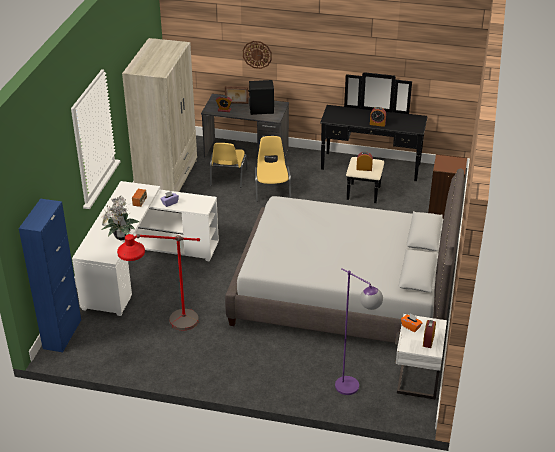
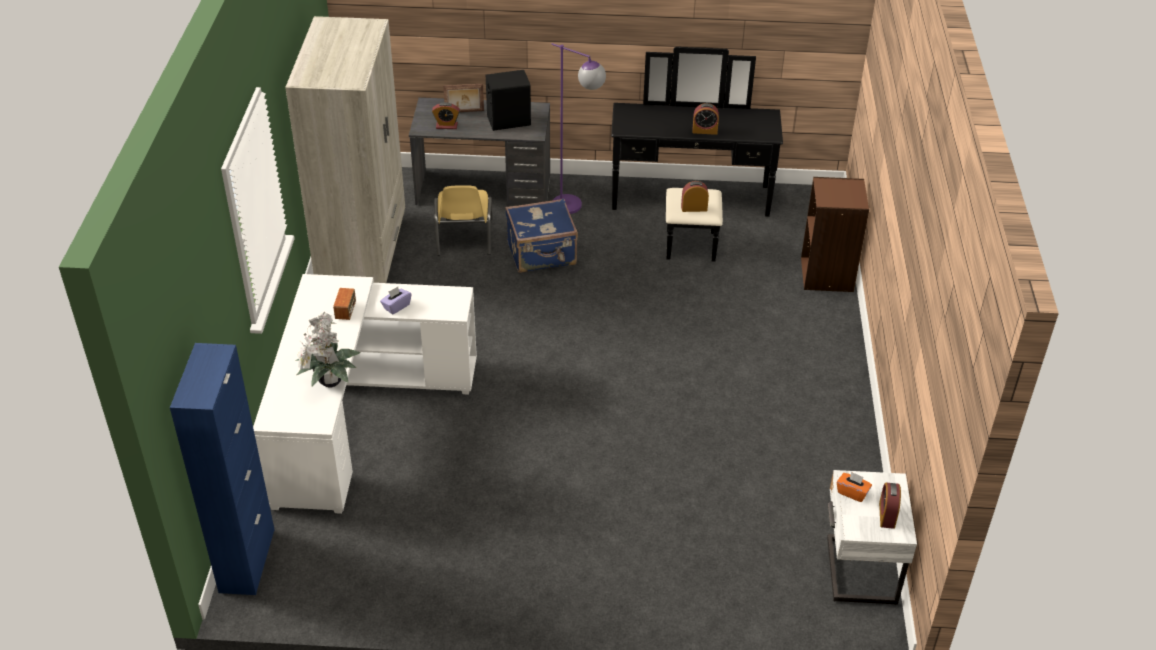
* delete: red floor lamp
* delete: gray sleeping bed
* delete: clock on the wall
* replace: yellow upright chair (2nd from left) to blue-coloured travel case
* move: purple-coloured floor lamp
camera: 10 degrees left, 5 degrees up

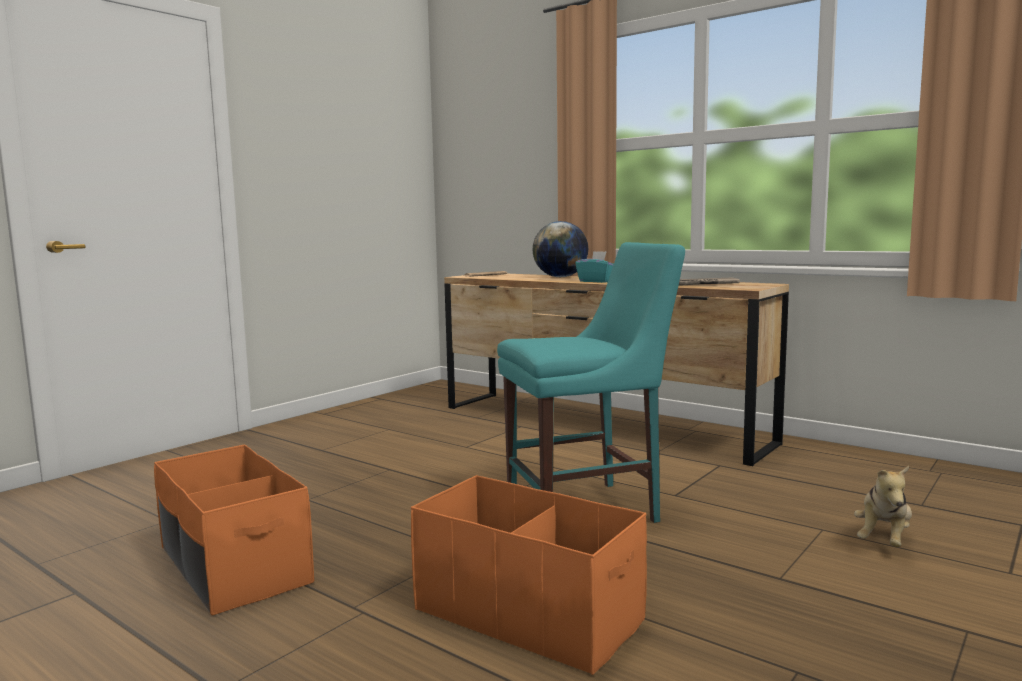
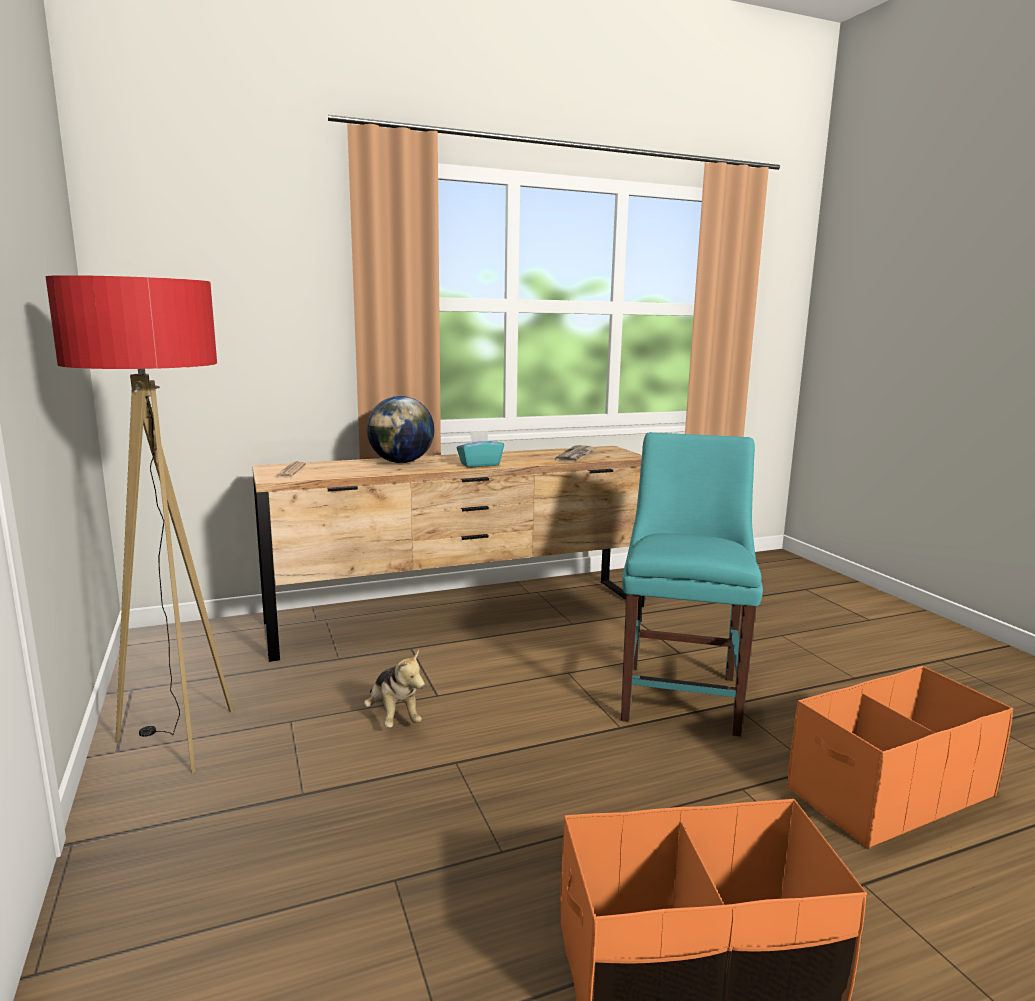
* move: cuddly toy
* insert: floor lamp
camera: 60 degrees left, 5 degrees up

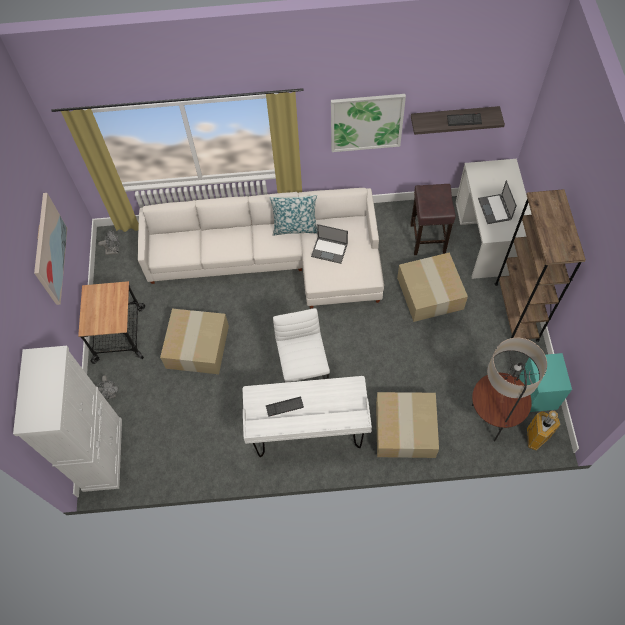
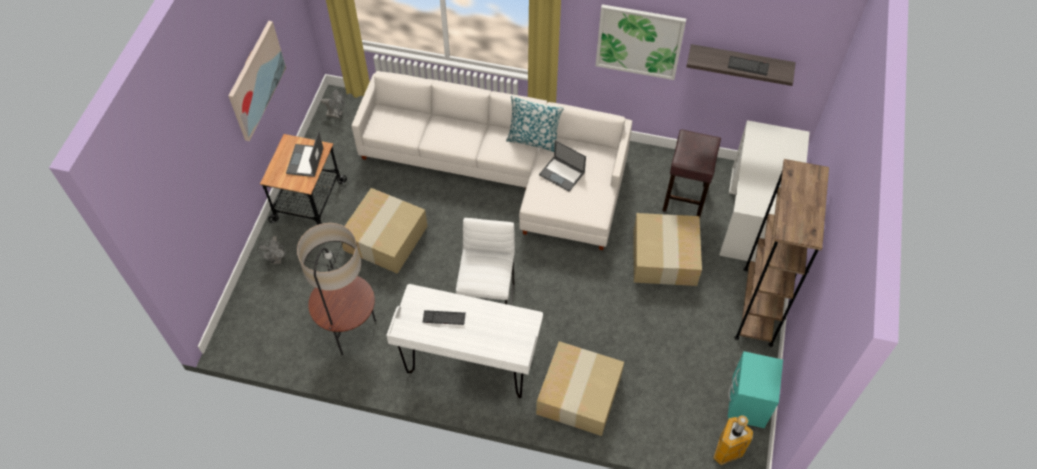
* delete: whitish cabinet
* move: floor lamp
* move: portable computer (2nd from left in the first image) to portable computer (1st from left)
camera: 15 degrees right, 5 degrees down

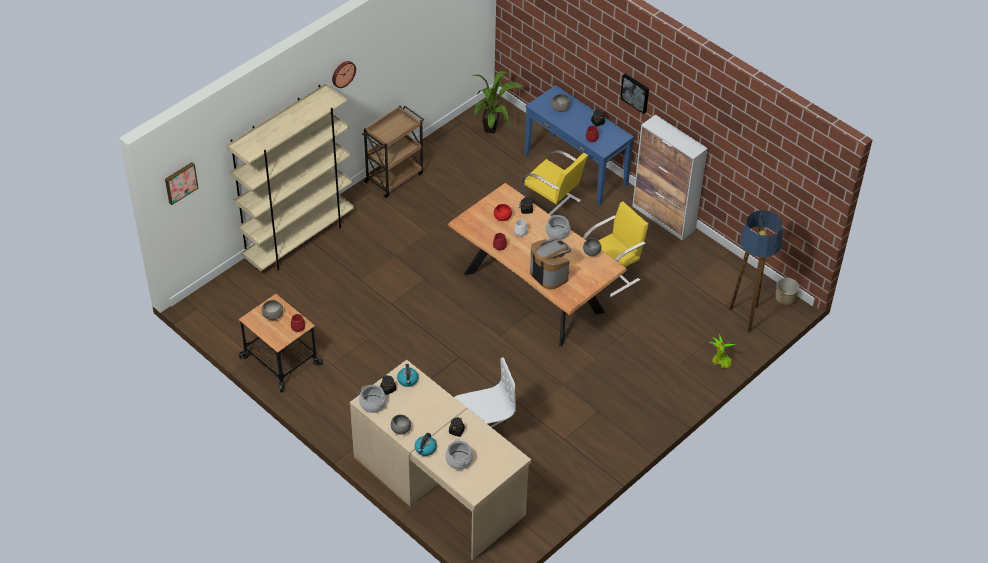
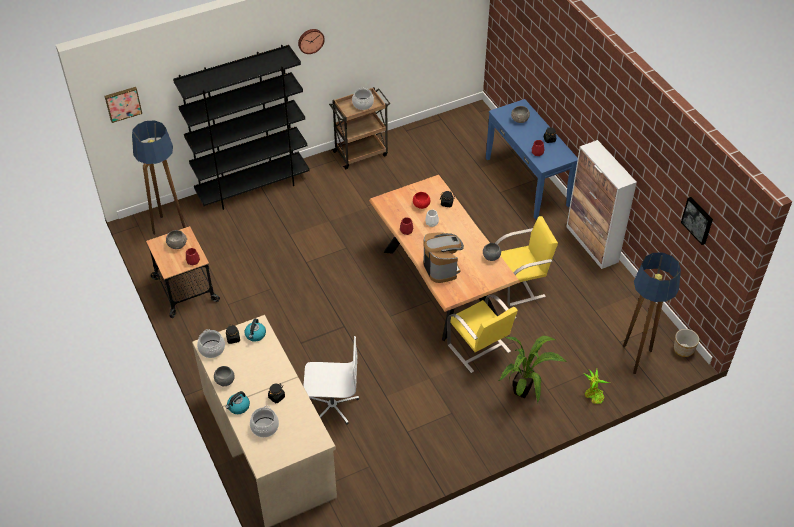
* recolor: sand-coloured bookshelf to blackish bookshelf
* move: plant in a pot (1st from left)
* move: yellow upright chair (1st from left)
* move: cooking pot (3rd from left)
* move: wall art (2nd from left)
* insert: floor lamp (1st from left)
camera: 20 degrees right, 0 degrees up

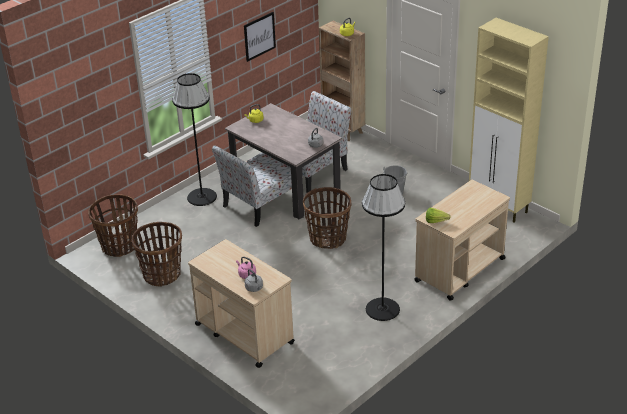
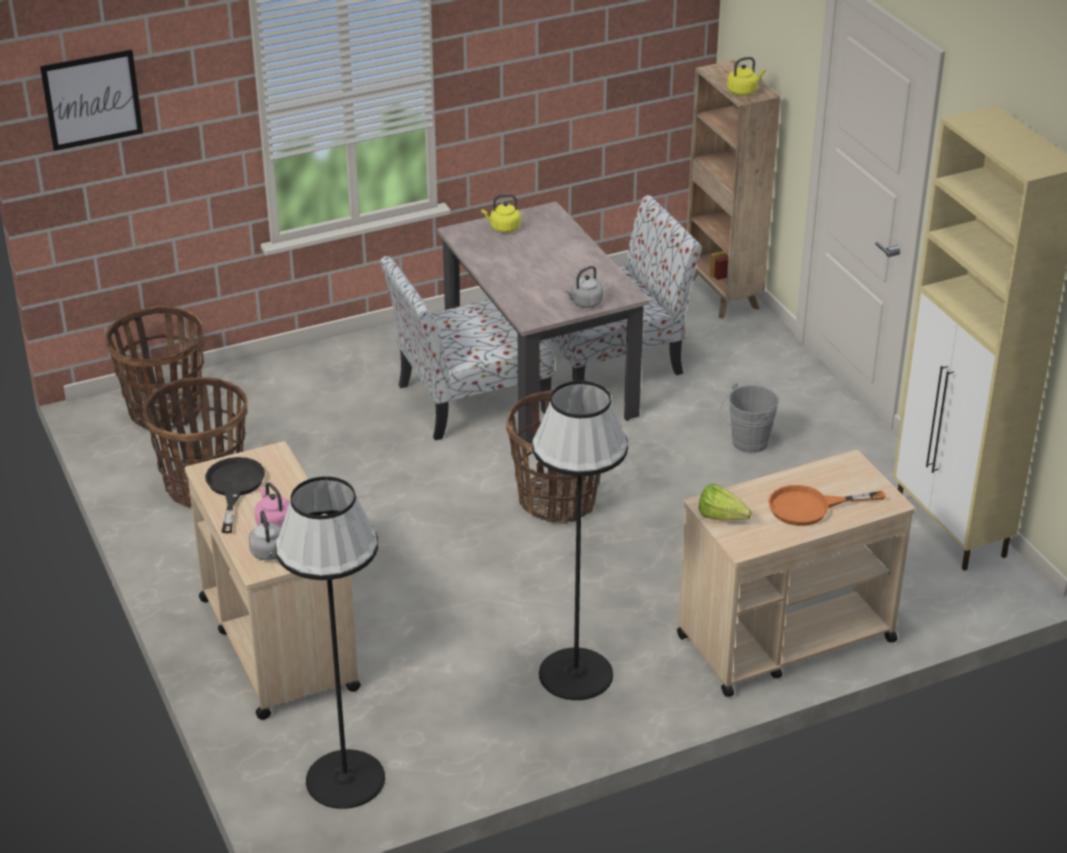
* move: blackish floor lamp (1st from left)
* move: wall art
* insert: blackish skillet
* insert: orange-coloured skillet
camera: 20 degrees right, 0 degrees up

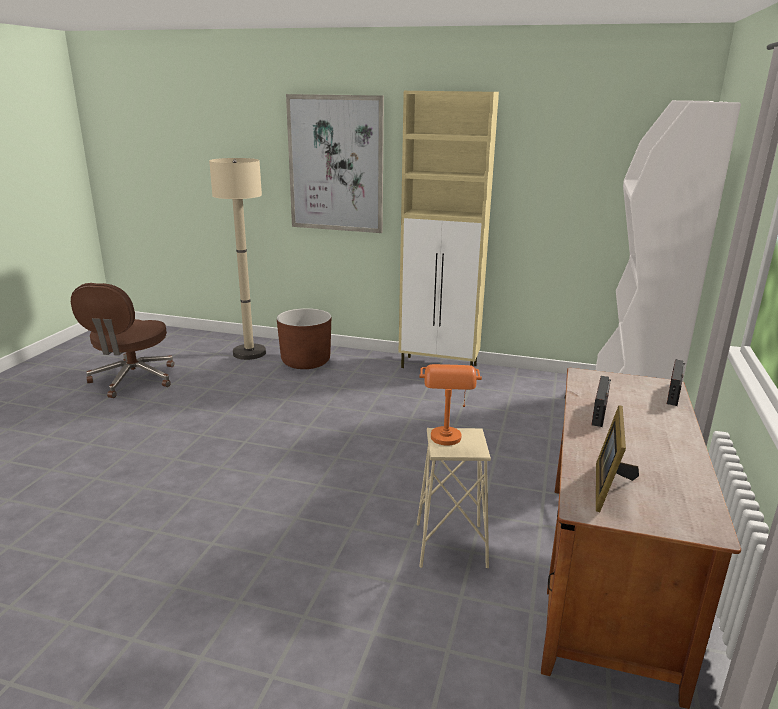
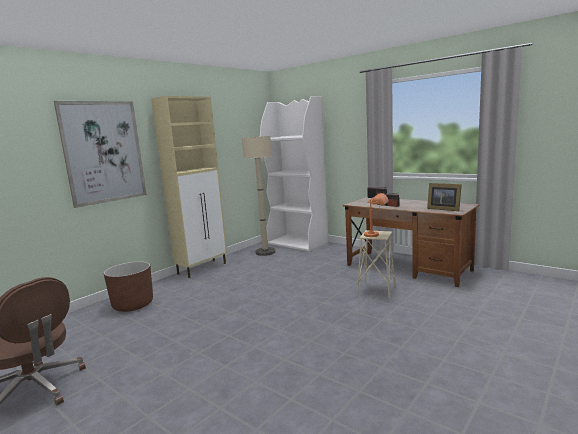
* move: sand-coloured floor lamp
camera: 65 degrees left, 10 degrees down

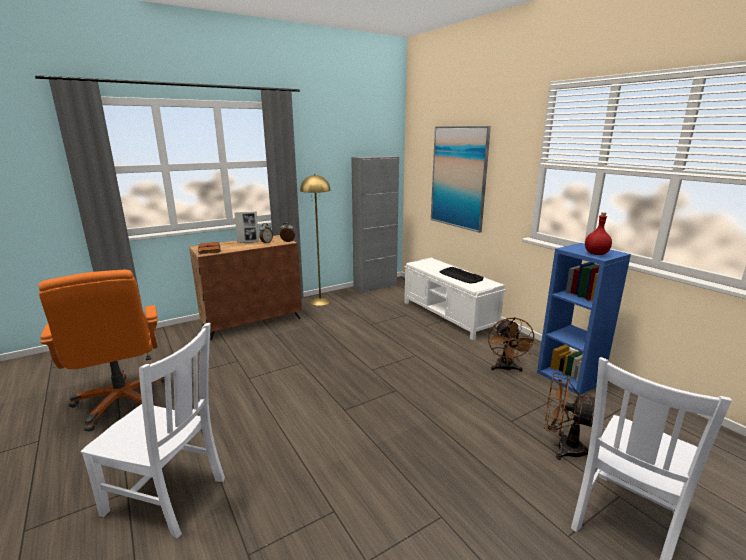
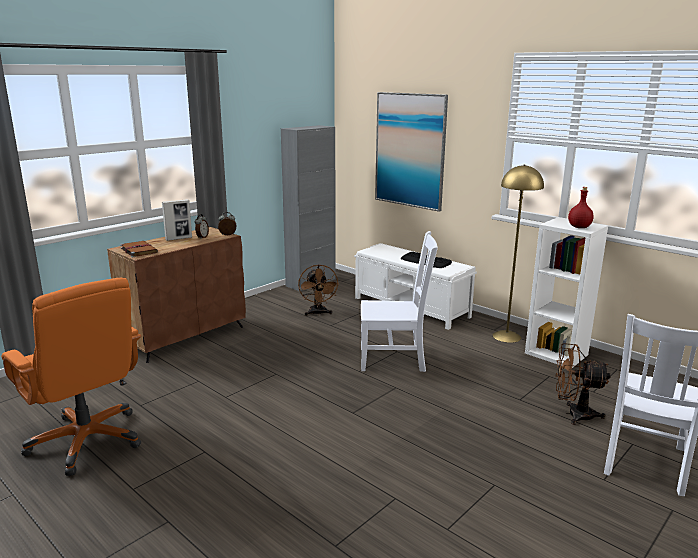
* move: whitish upright chair (1st from left)
* move: yellow floor lamp
* move: brownish cooling fan (1st from left)
* recolor: blue-coloured bookshelf to whitish bookshelf
camera: 15 degrees left, 0 degrees up

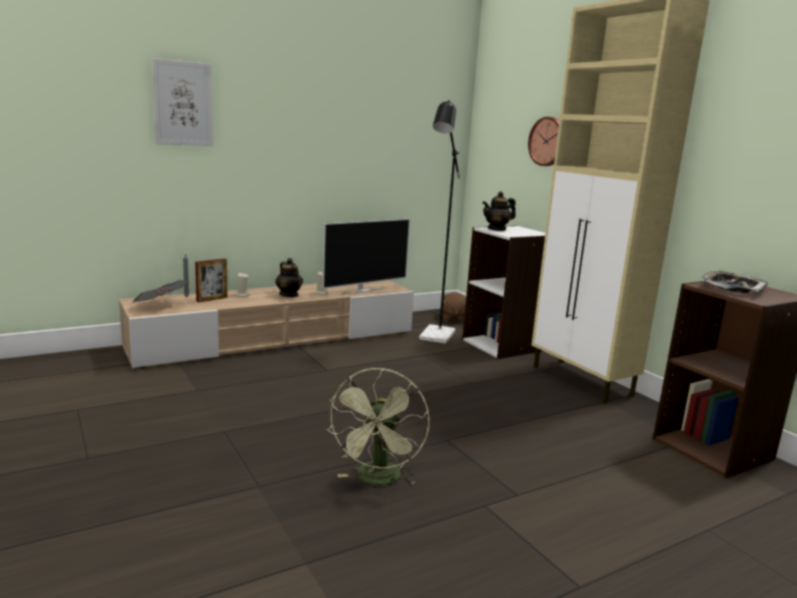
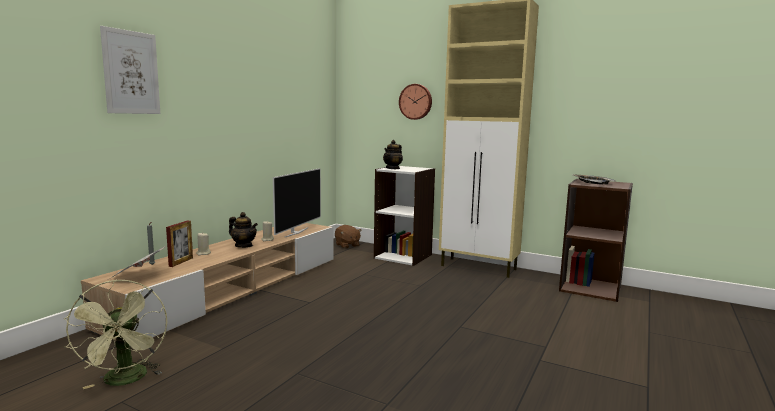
* move: greenish cooling fan
* delete: blackish floor lamp
camera: 30 degrees left, 5 degrees down

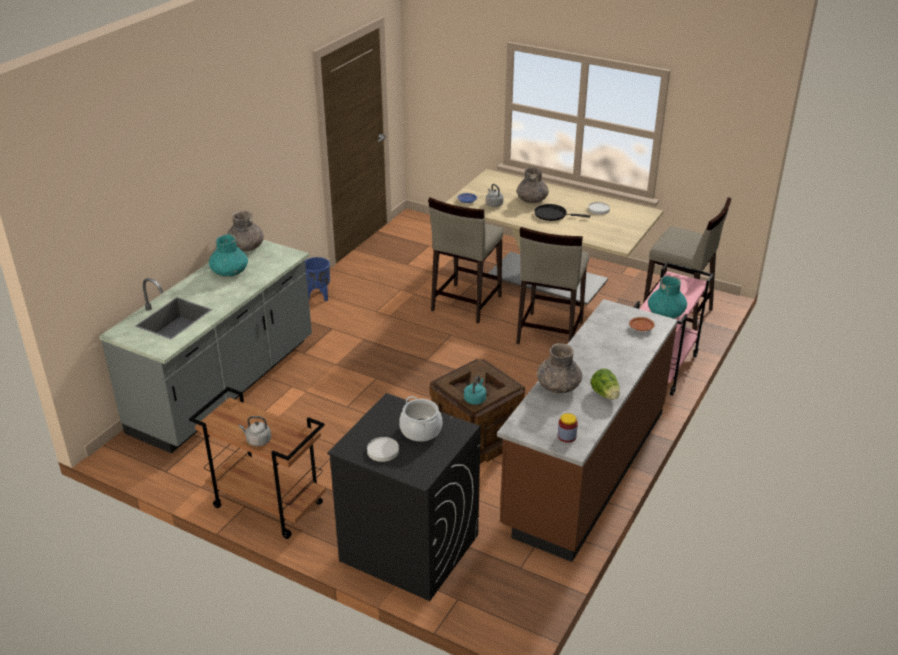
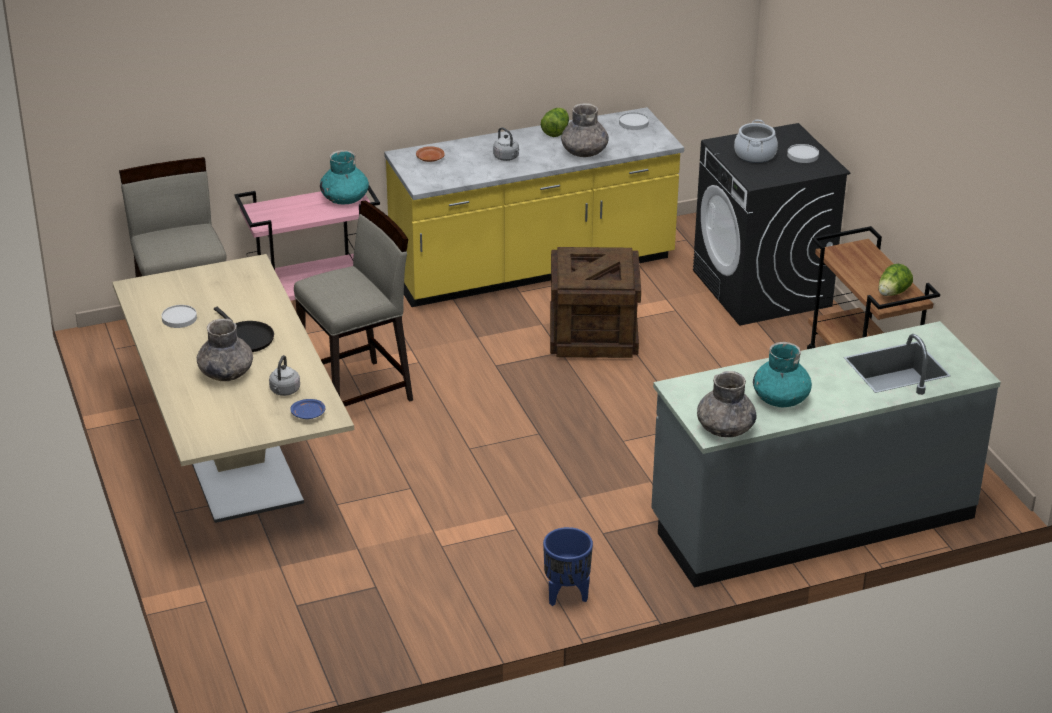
* move: gray tea kettle (1st from left in the first image) to gray tea kettle (2nd from left)
* delete: sand-coloured sitting stool (1st from left)
* delete: turquoise tea kettle
* recolor: brownish kitchen counter to yellow kitchen counter
* replace: preserve jar to whitish dinner plate (2nd from left)
* insert: lettuce (2nd from left)
camera: 140 degrees left, 0 degrees up

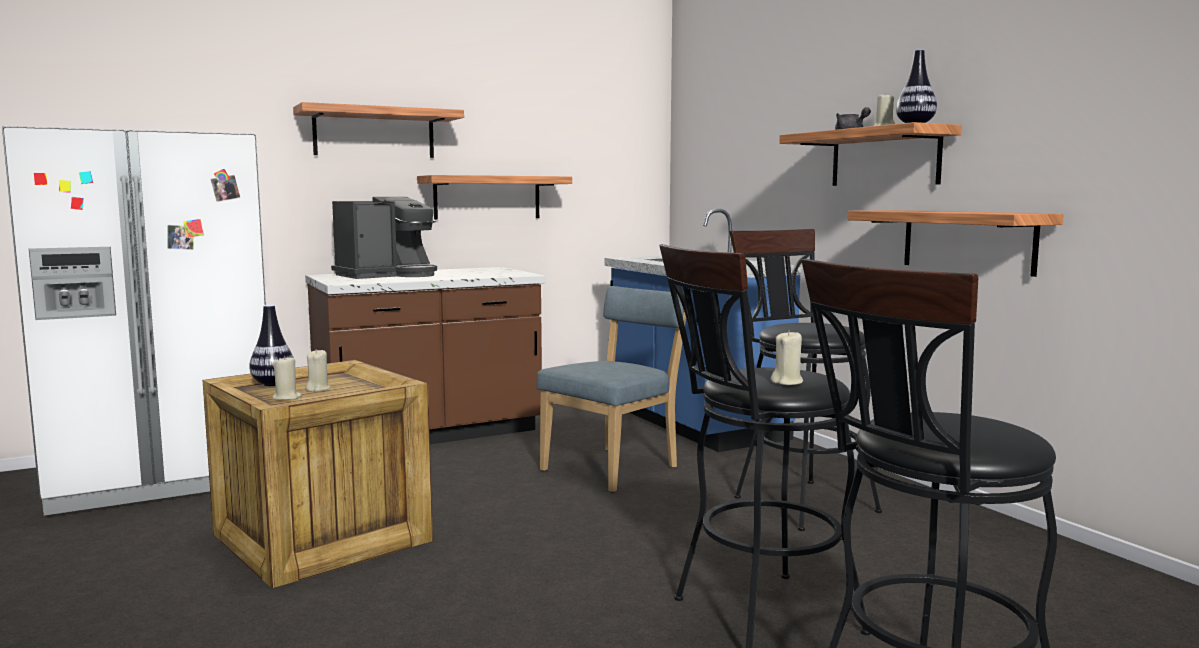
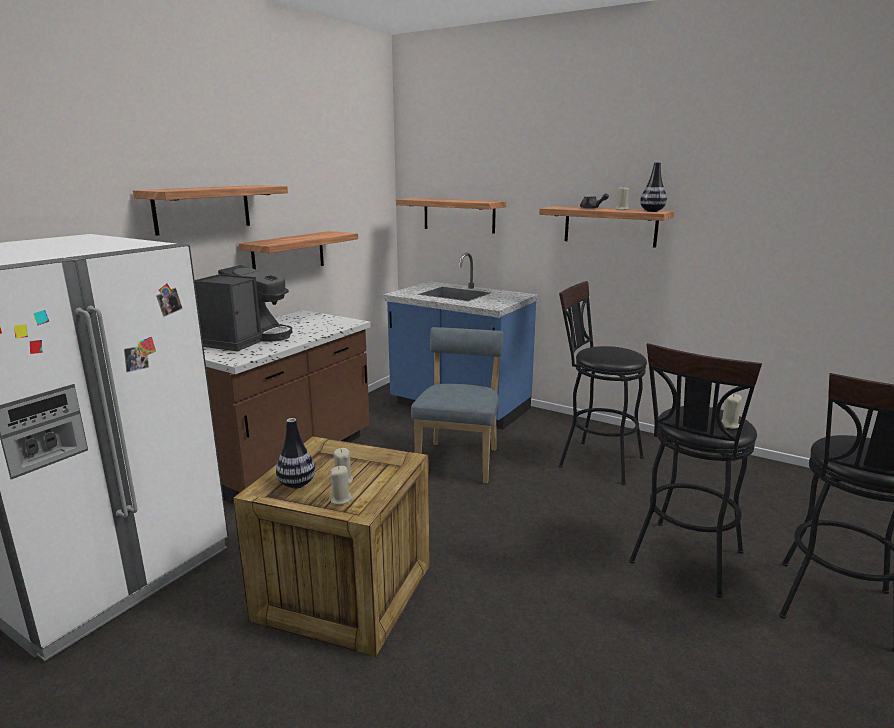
* move: shelf (4th from left in the first image) to shelf (3rd from left)
camera: 30 degrees left, 10 degrees up

